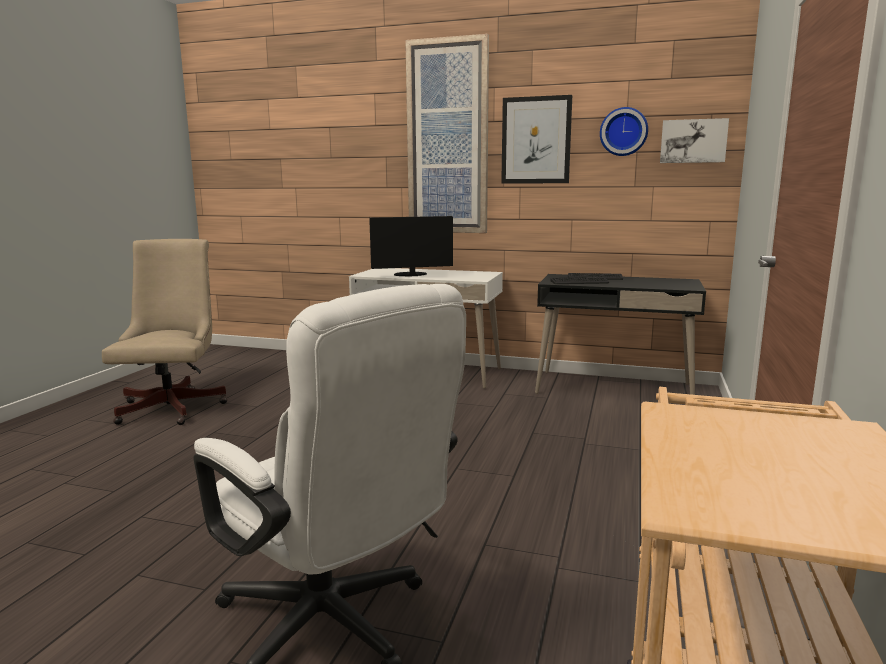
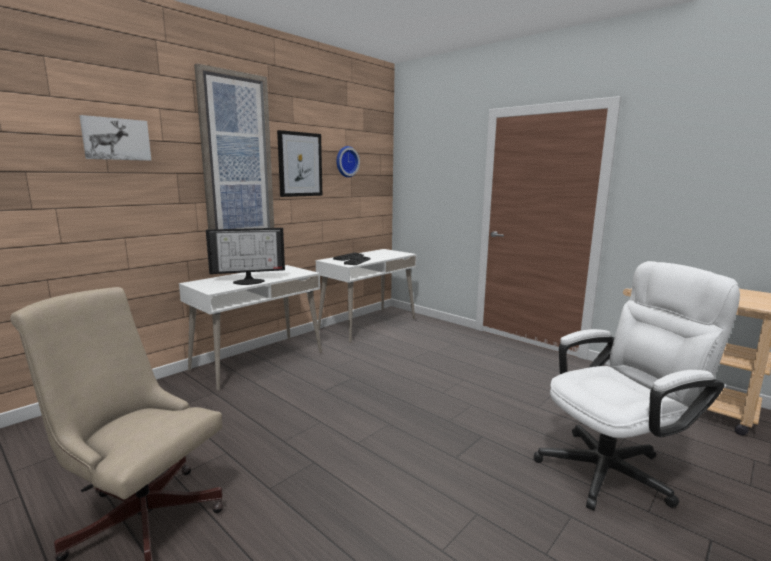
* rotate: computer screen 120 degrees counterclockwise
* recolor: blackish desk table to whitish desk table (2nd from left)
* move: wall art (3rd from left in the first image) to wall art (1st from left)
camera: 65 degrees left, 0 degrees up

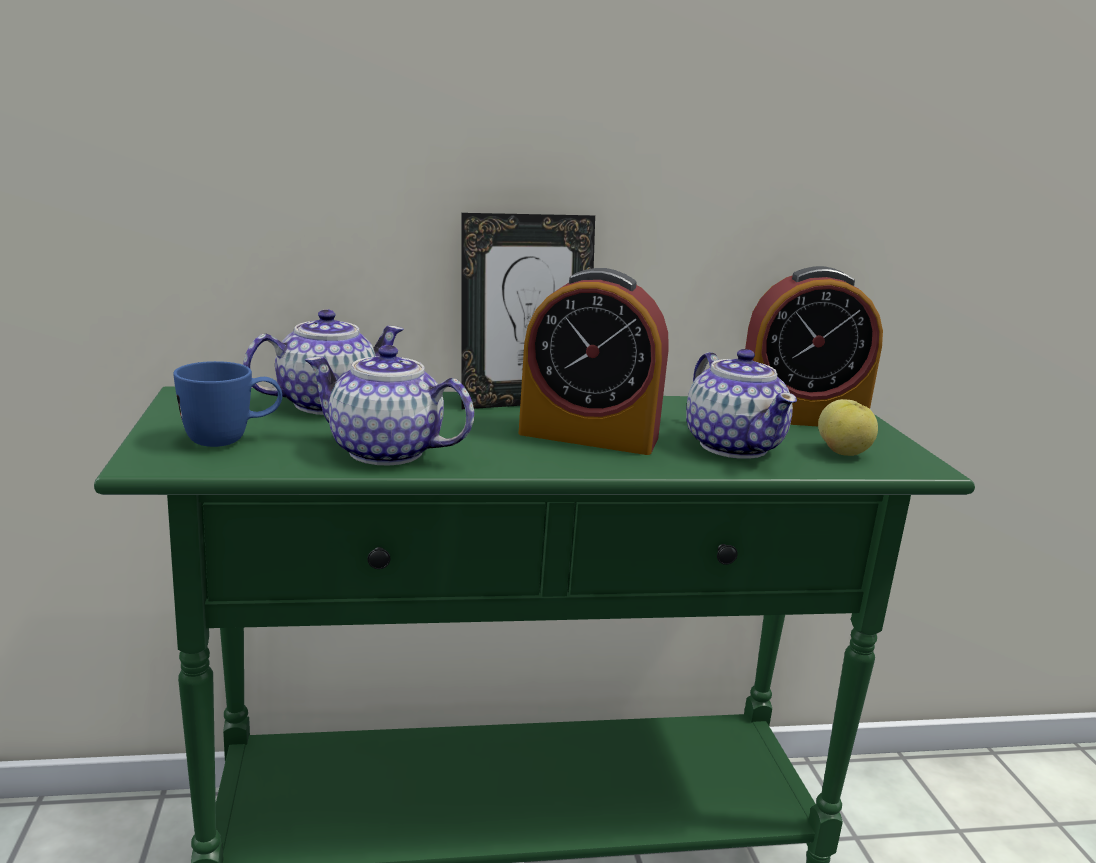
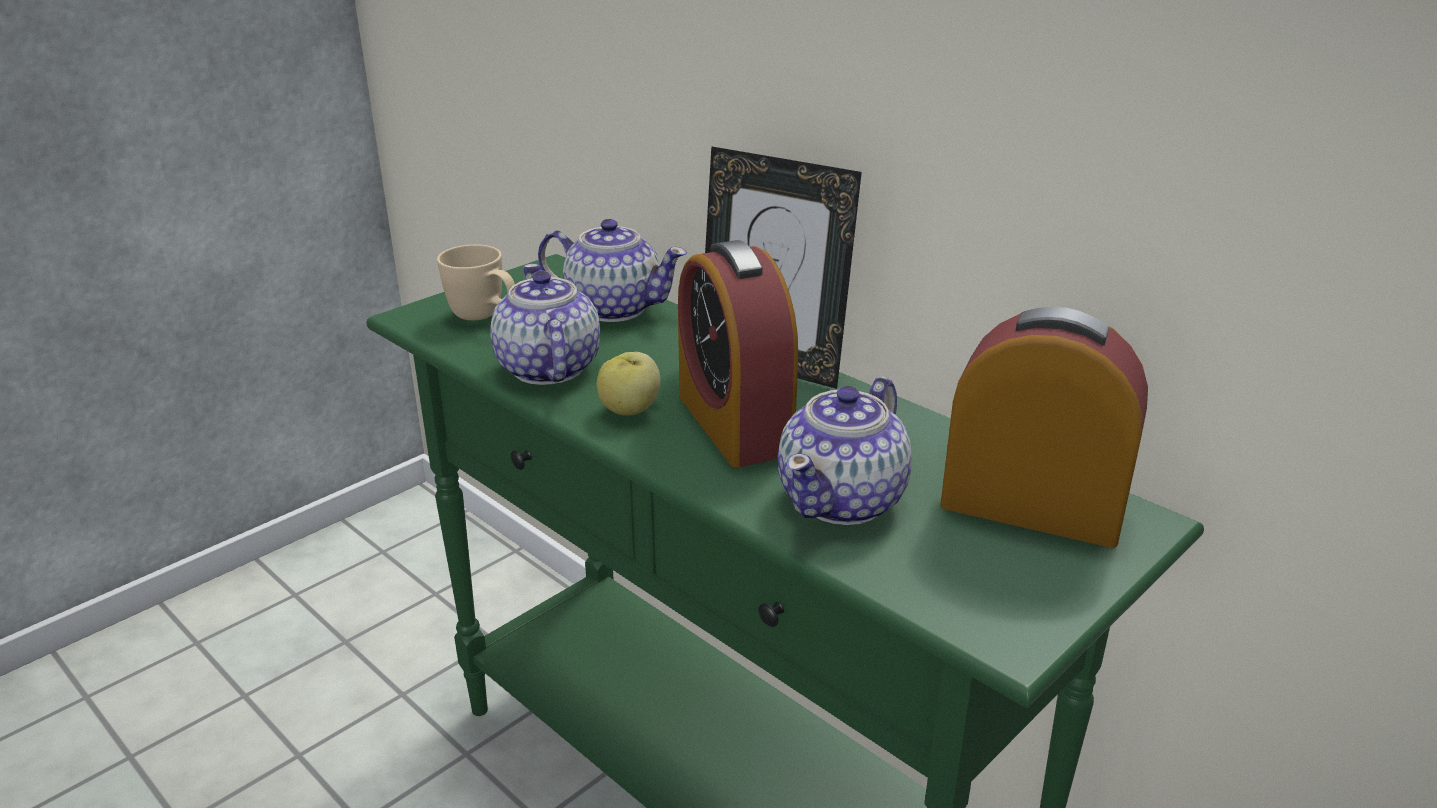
* recolor: blue-coloured mug to sand-coloured mug
* rotate: alarm clock (2nd from left) 150 degrees clockwise
* move: whole apple
camera: 55 degrees right, 10 degrees up

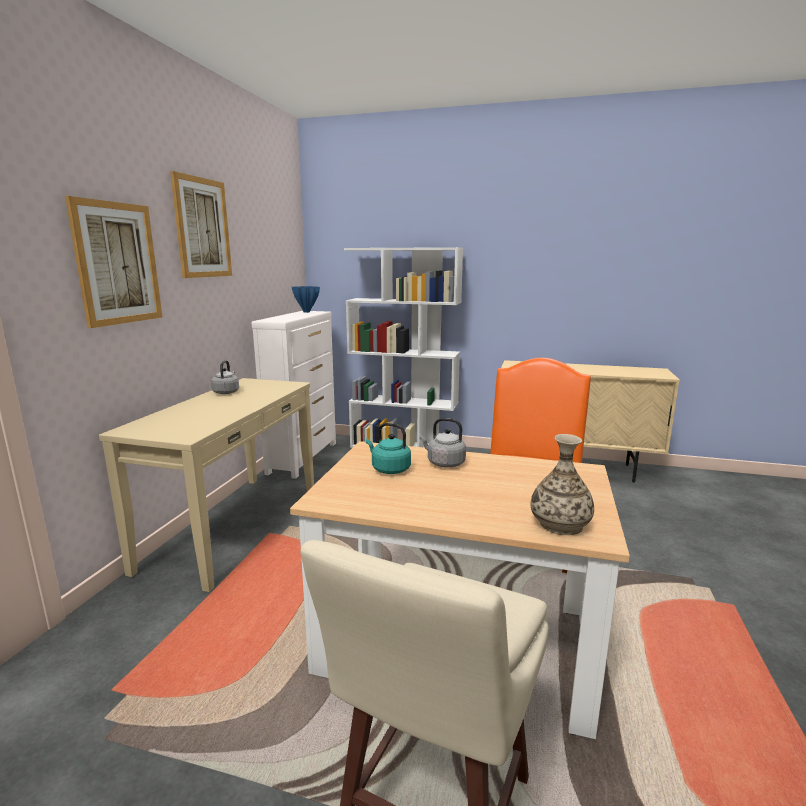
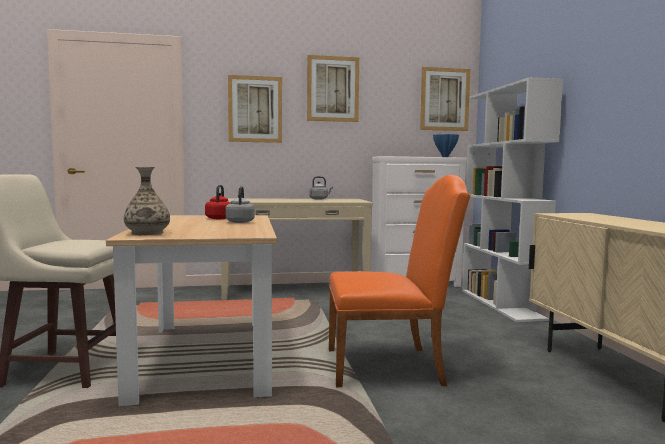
* recolor: turquoise tea kettle to red tea kettle
* insert: wall art (3rd from left)
camera: 65 degrees right, 10 degrees down

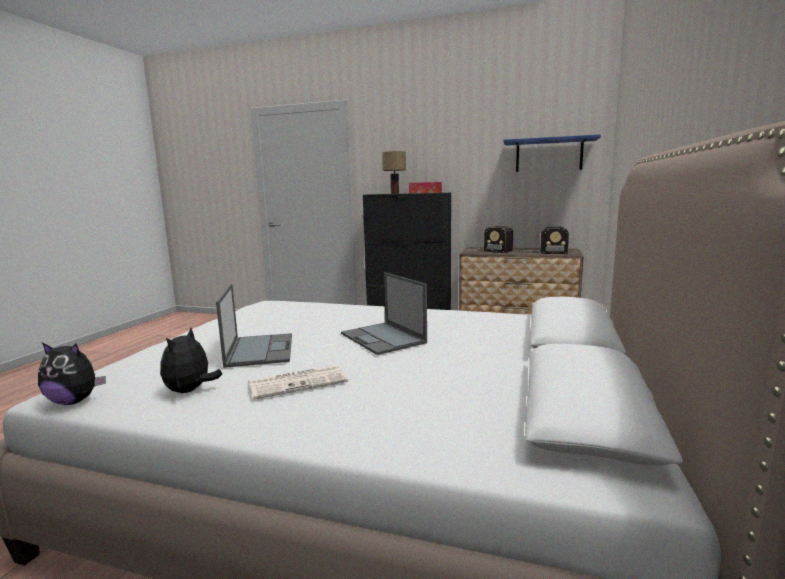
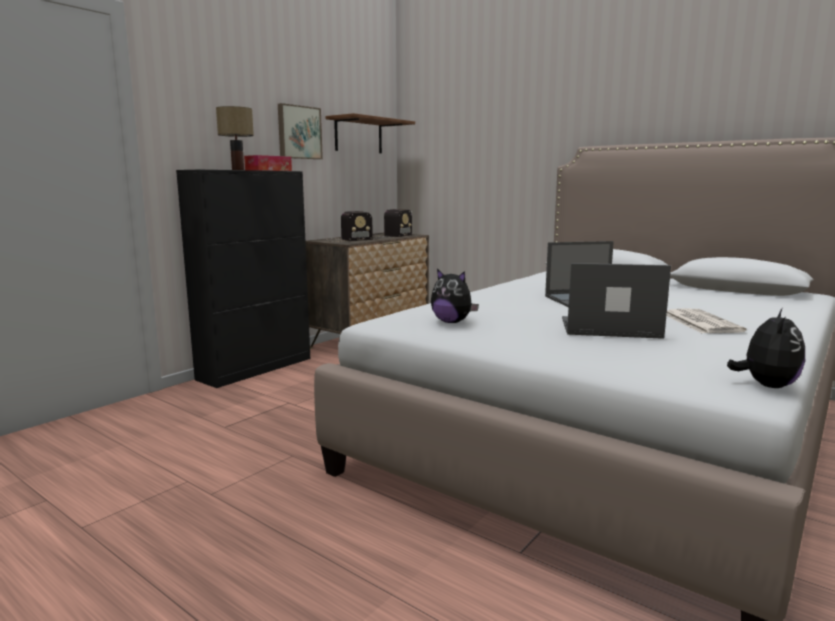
* move: cuddly toy (2nd from left in the first image) to cuddly toy (1st from left)
* recolor: blue-coloured shelf to brownish shelf
* insert: wall art
camera: 70 degrees left, 0 degrees up

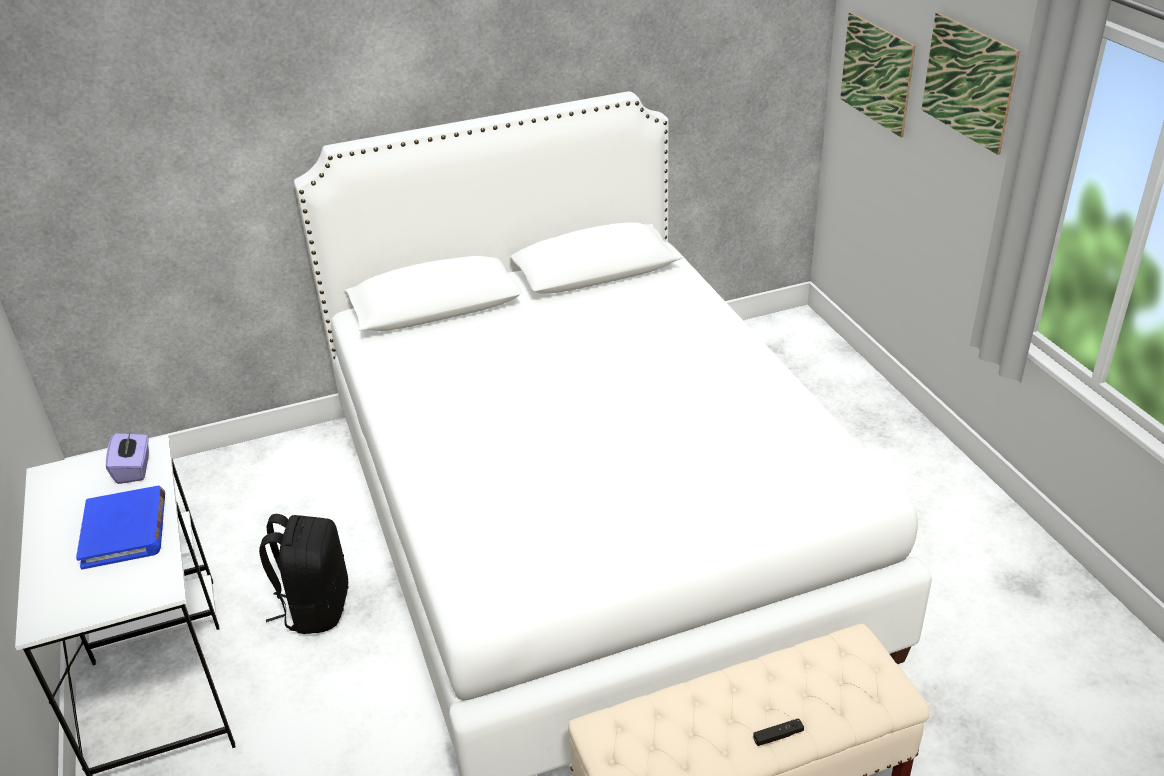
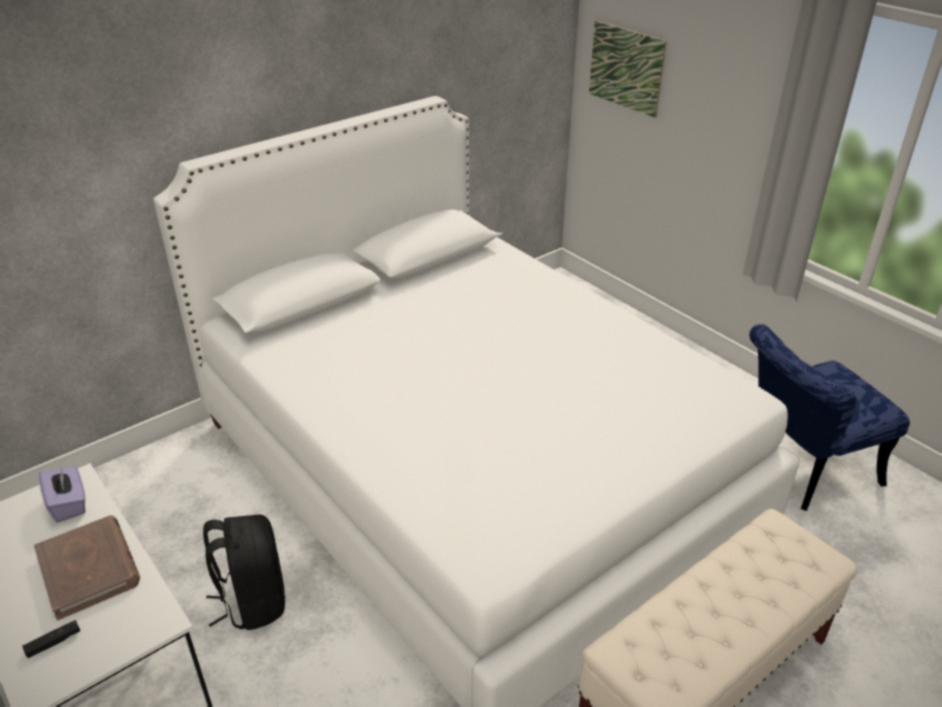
* recolor: blue-coloured volume to brownish volume
* move: blackish game controller
* delete: wall art (2nd from left)
* insert: blue-coloured upright chair
camera: 20 degrees left, 0 degrees up

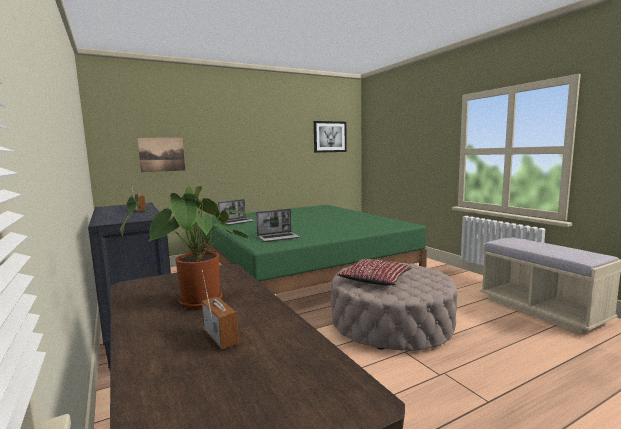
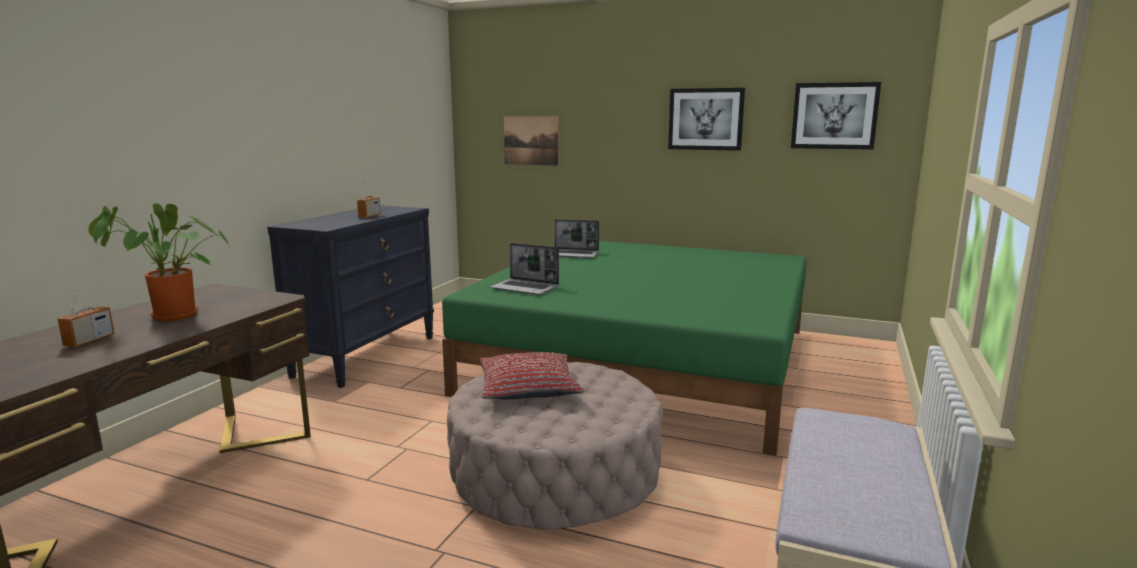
* insert: wall art (2nd from left)
camera: 50 degrees right, 5 degrees up

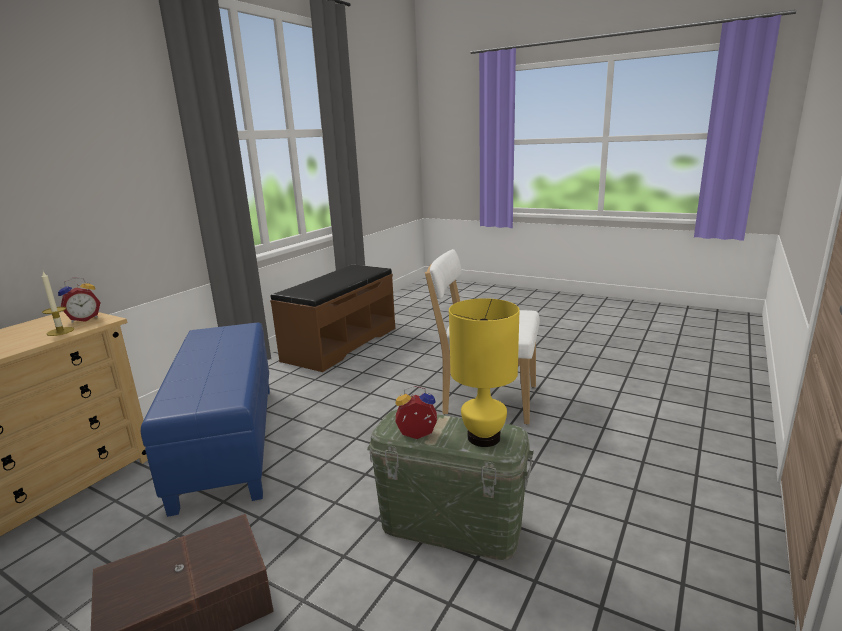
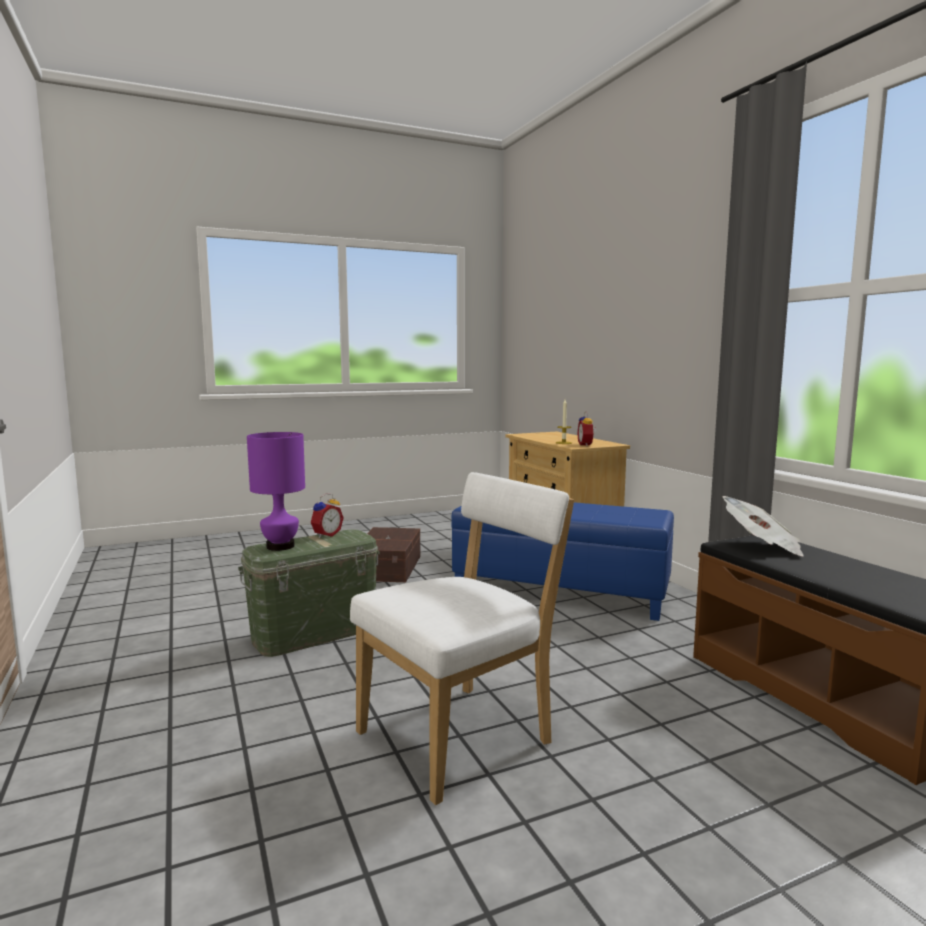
* recolor: yellow tabletop lamp to purple-coloured tabletop lamp
* insert: printed paper
camera: 125 degrees right, 10 degrees down

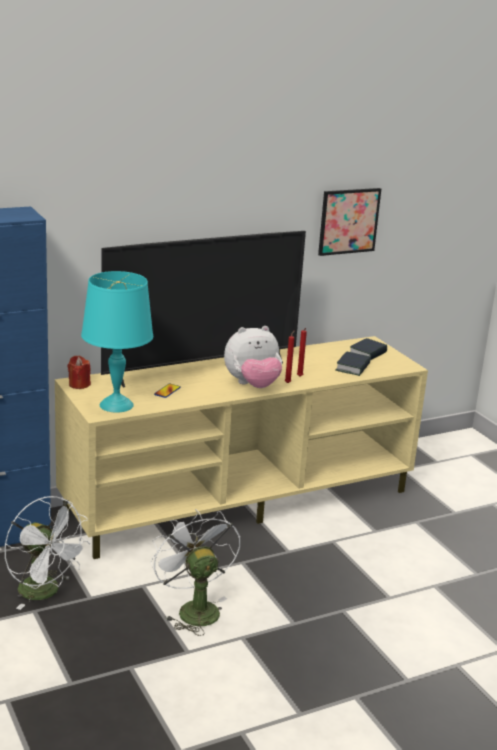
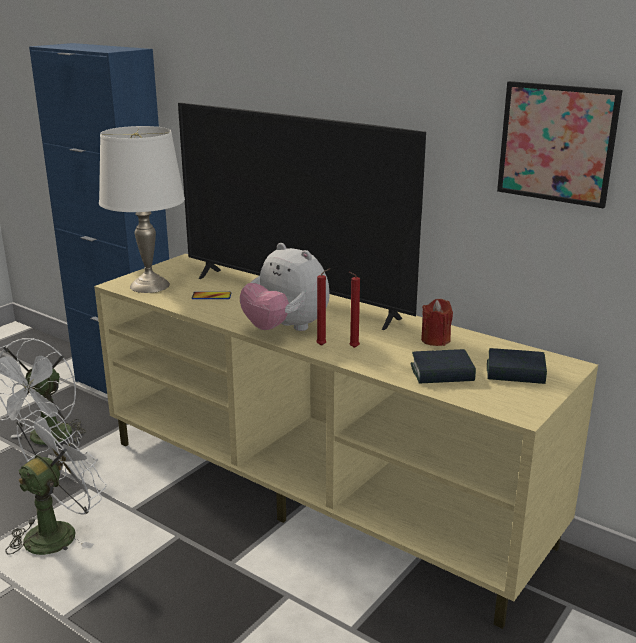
* move: red candle (1st from left in the first image) to red candle (3rd from left)
* recolor: turquoise tabletop lamp to whitish tabletop lamp
camera: 65 degrees right, 0 degrees up

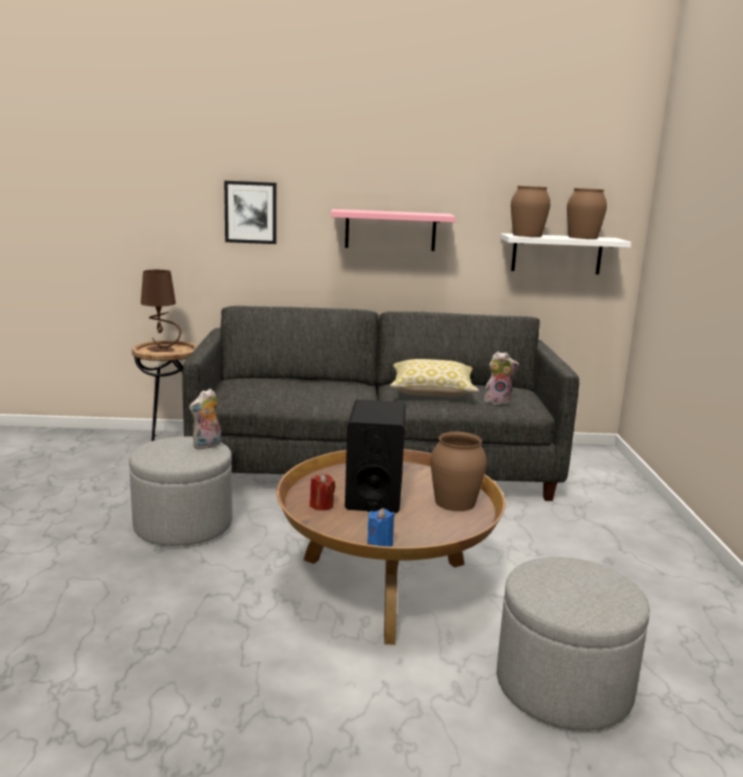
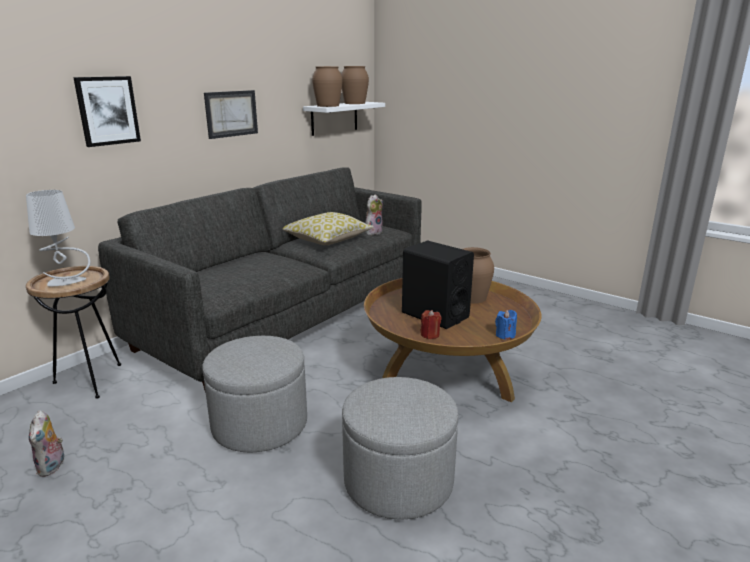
* recolor: brownish tabletop lamp to gray tabletop lamp
* move: cuddly toy (1st from left)
* replace: pink shelf to wall art (2nd from left)
* move: gray pouffe (2nd from left)
camera: 50 degrees left, 5 degrees up

